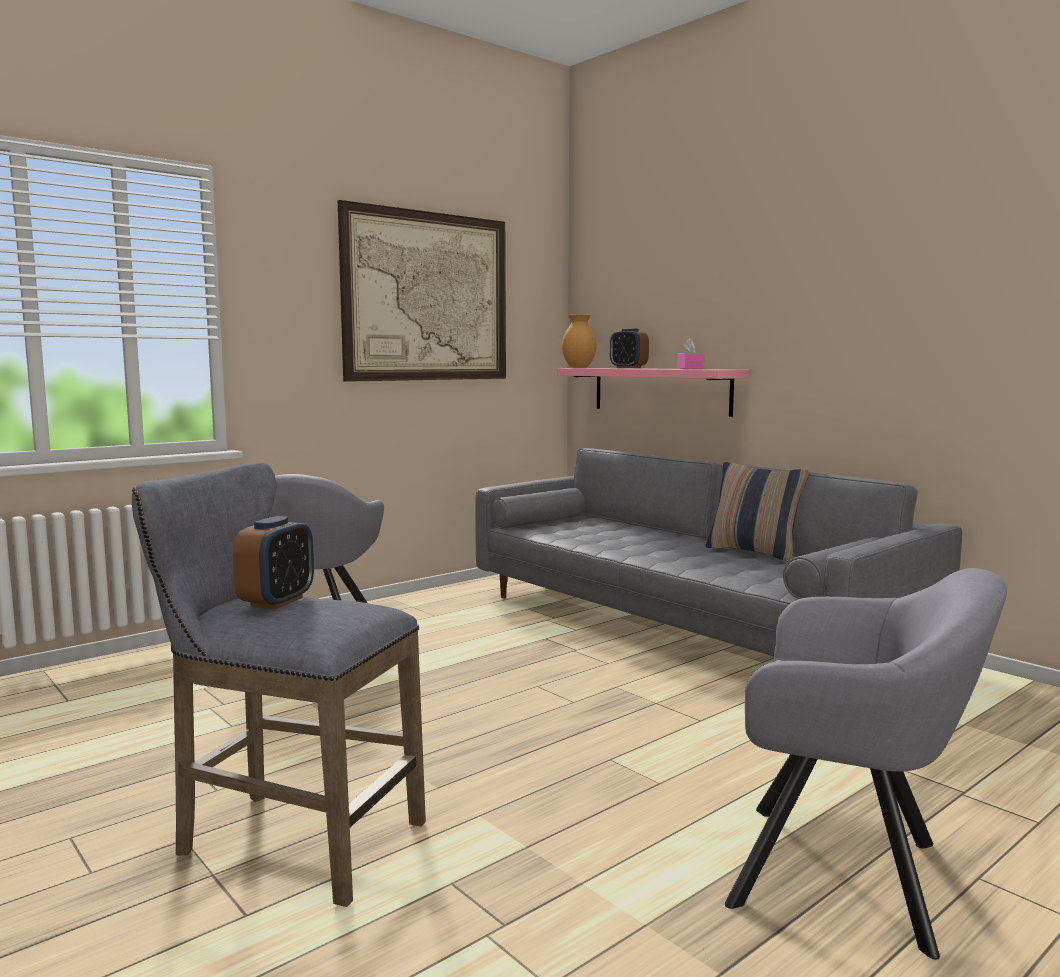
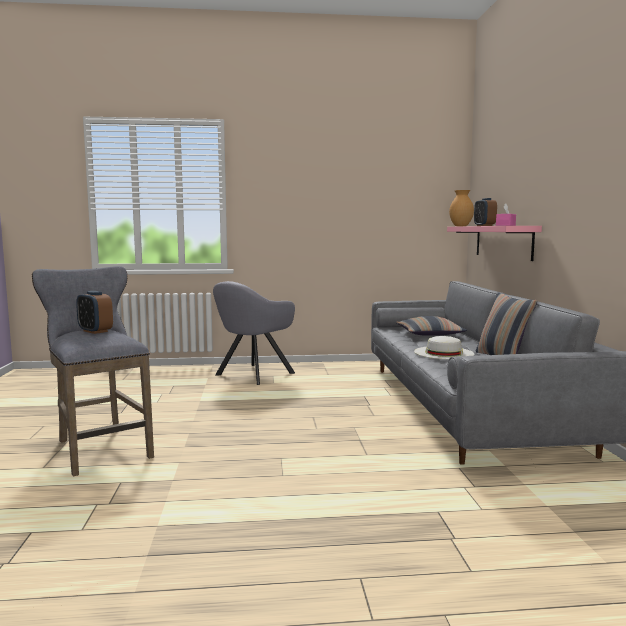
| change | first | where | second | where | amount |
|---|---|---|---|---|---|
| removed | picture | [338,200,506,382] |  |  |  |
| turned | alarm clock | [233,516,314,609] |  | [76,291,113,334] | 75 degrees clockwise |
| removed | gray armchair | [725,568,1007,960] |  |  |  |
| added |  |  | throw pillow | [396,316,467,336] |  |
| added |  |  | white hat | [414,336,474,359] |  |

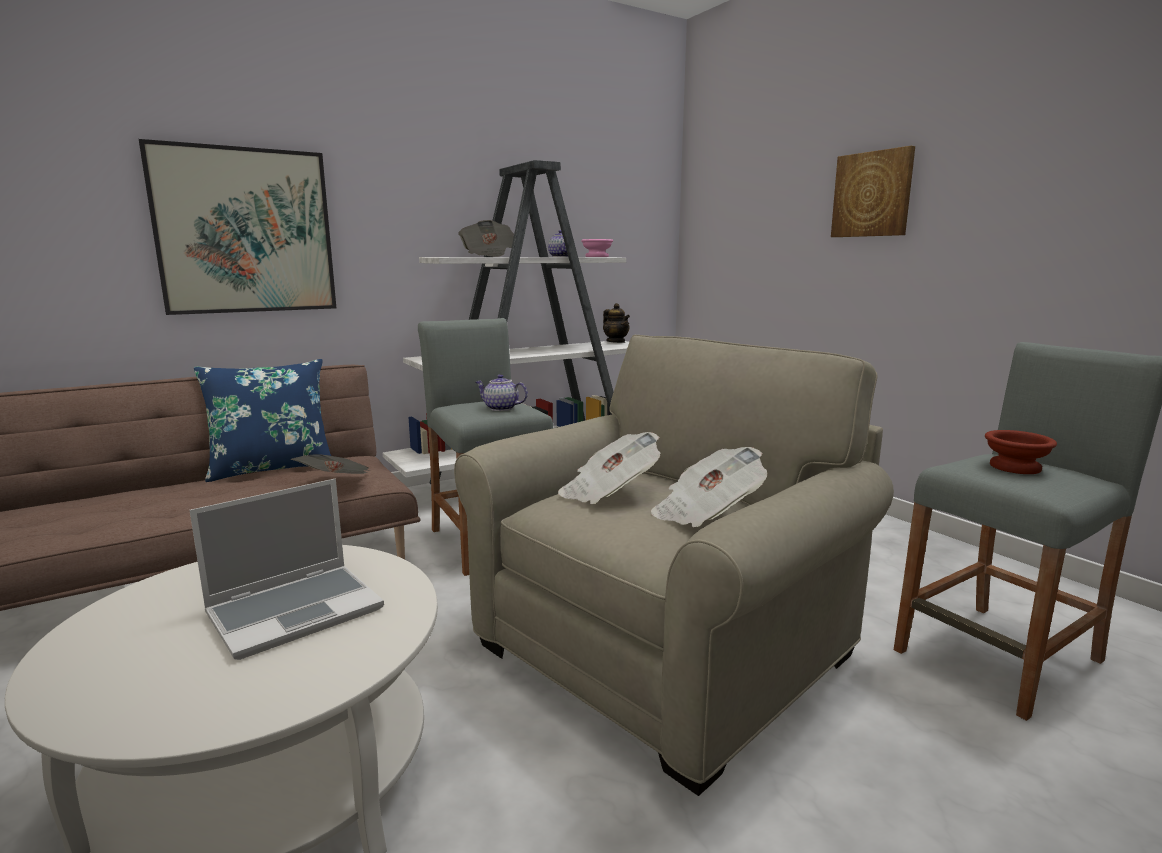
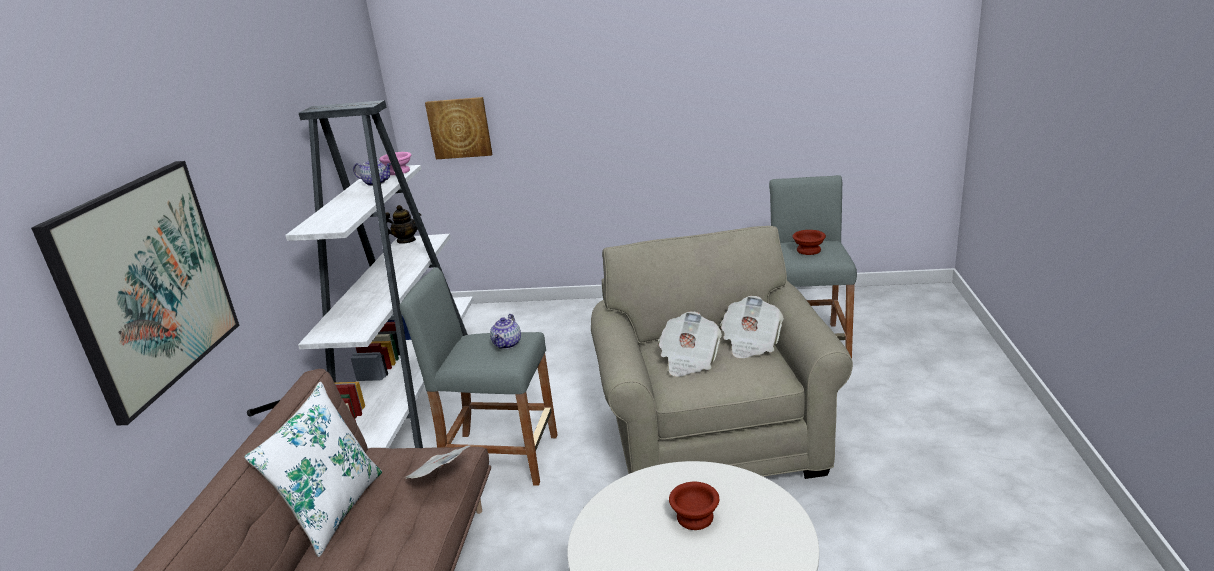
| change | first | where | second | where | amount |
|---|---|---|---|---|---|
| moved | picture | [831,146,915,237] |  | [425,97,492,159] |  |
| removed | printed paper | [458,220,514,257] |  |  |  |
| recoloured | blue-coloured throw pillow | [194,359,331,482] | white throw pillow | [244,382,382,557] |  |
| turned | pot for tea | [476,374,528,411] |  | [490,314,521,349] | 45 degrees counterclockwise |
| replaced | laptop | [189,479,384,660] | brown-coloured bowl | [669,482,719,530] |  |

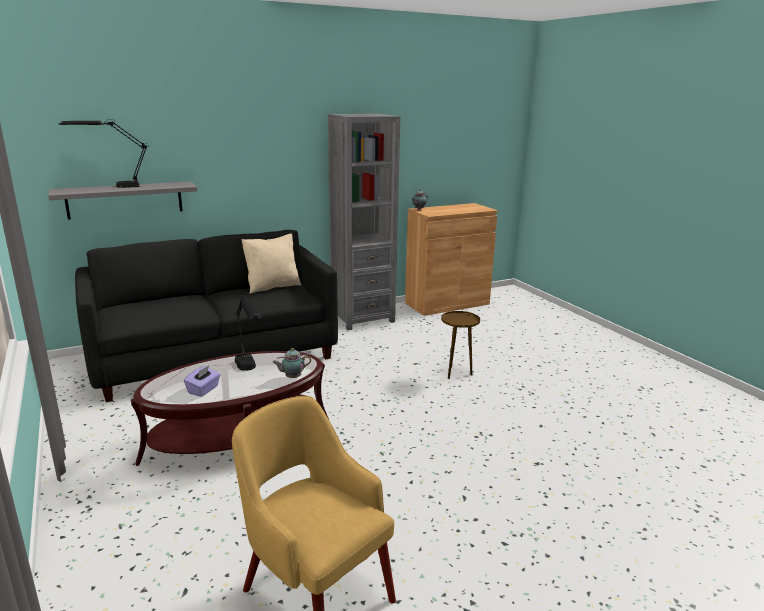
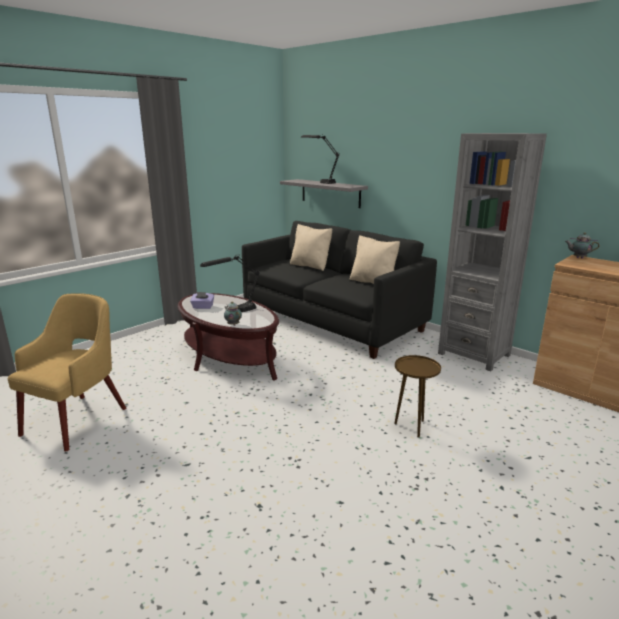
| change | first | where | second | where | amount |
|---|---|---|---|---|---|
| added |  |  | beige-coloured throw pillow | [290,224,332,271] |  |

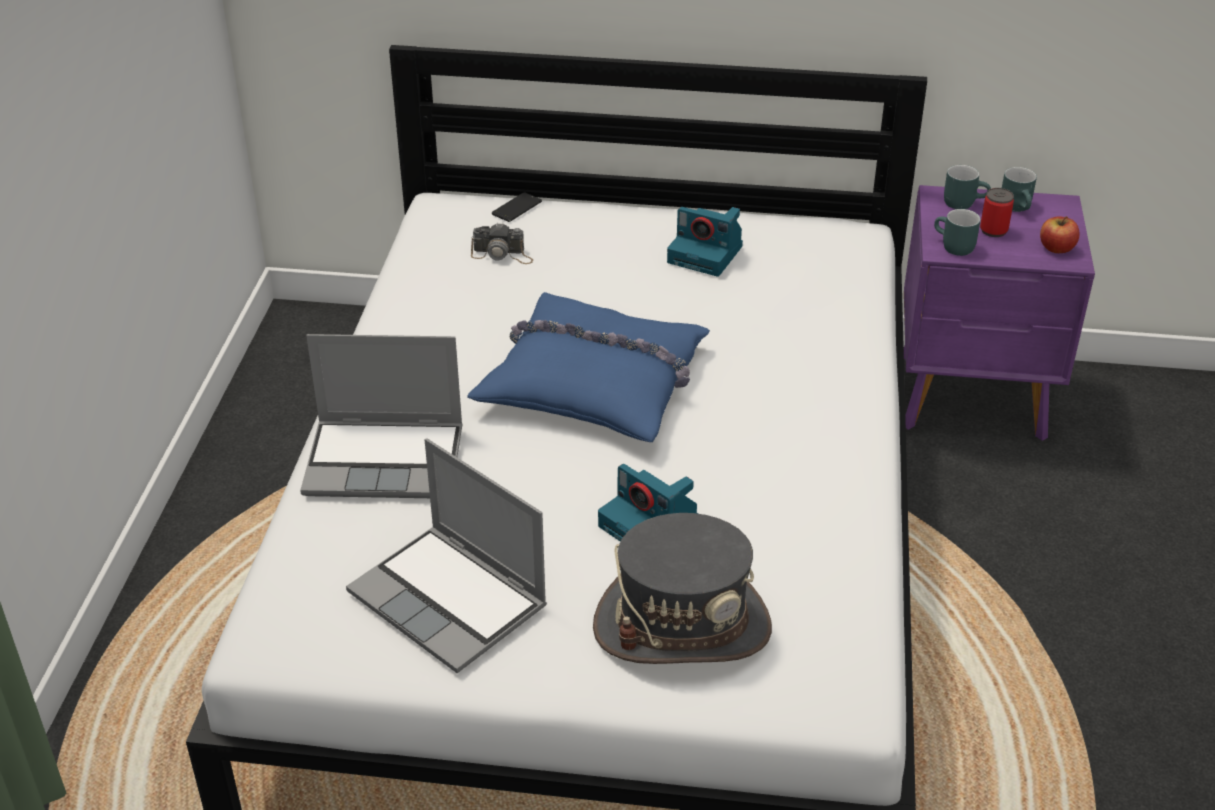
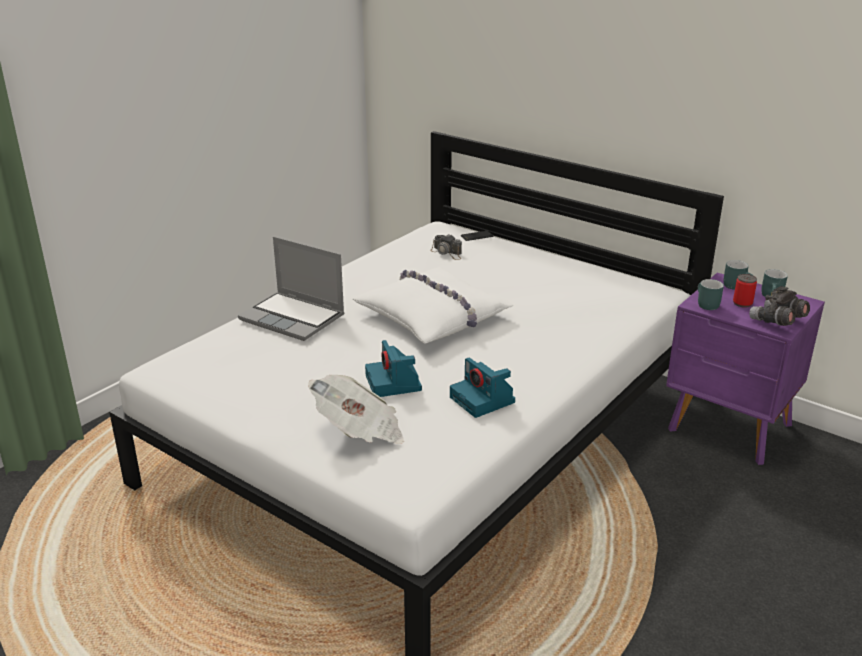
| change | first | where | second | where | amount |
|---|---|---|---|---|---|
| moved | photo camera | [667,207,743,277] |  | [450,357,515,418] |  |
| replaced | apple fruit | [1040,216,1080,253] | gray binoculars | [749,286,810,326] |  |
| recoloured | blue-coloured throw pillow | [467,292,710,442] | white throw pillow | [352,267,513,344] |  |
| removed | laptop | [346,438,547,673] |  |  |  |
| replaced | gray hat | [593,513,772,664] | printed paper | [308,375,404,444] |  |

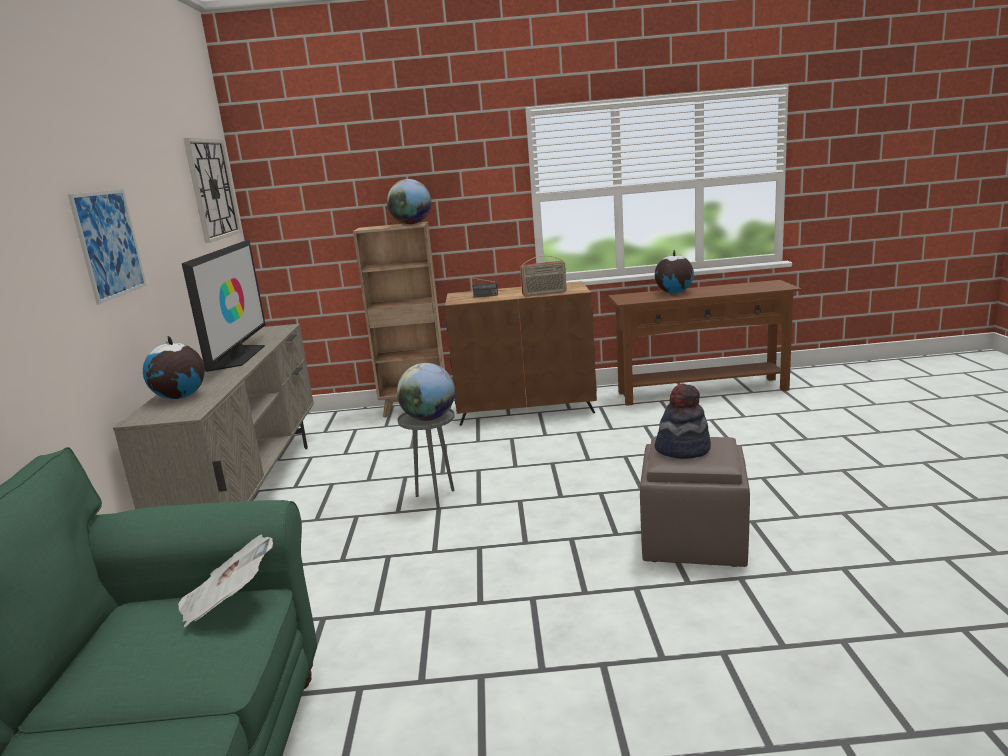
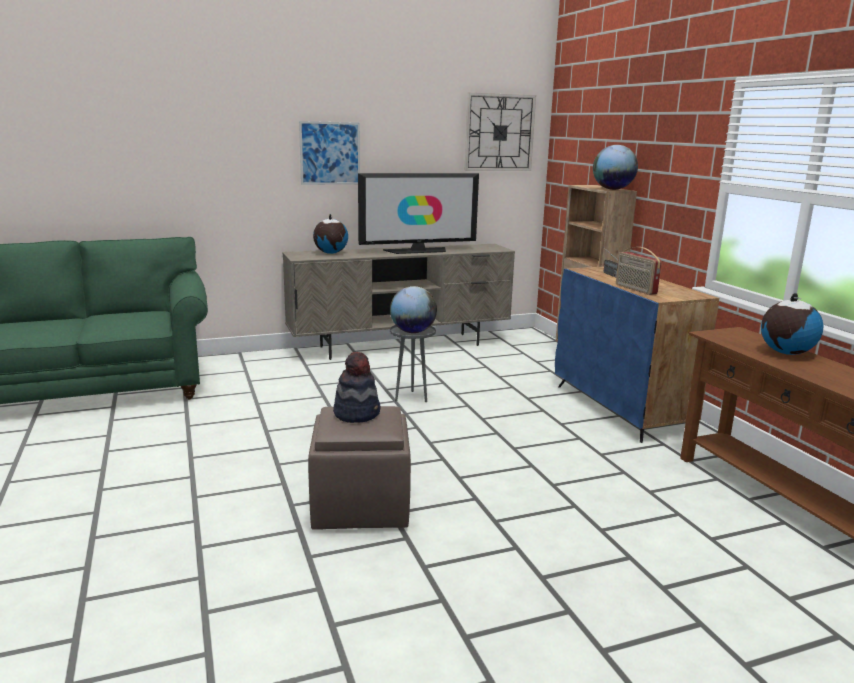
| change | first | where | second | where | amount |
|---|---|---|---|---|---|
| recoloured | brown-coloured cabinet | [445,281,597,426] | blue-coloured cabinet | [555,266,719,443] |  |
| removed | printed paper | [178,534,273,628] |  |  |  |

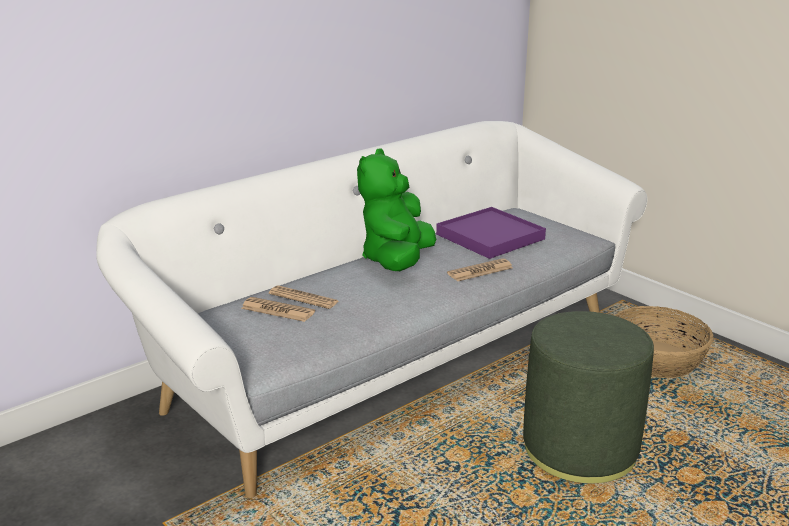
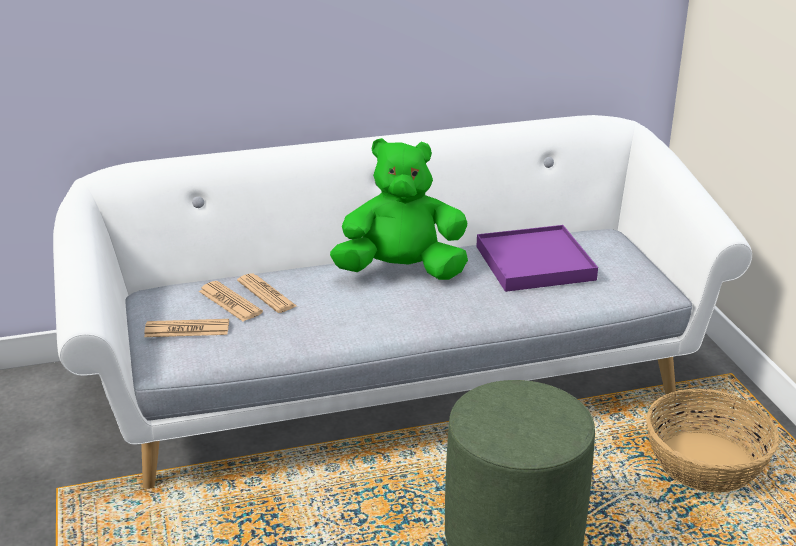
| change | first | where | second | where | amount |
|---|---|---|---|---|---|
| turned | greenish plush toy | [357,149,436,271] |  | [330,138,468,280] | 45 degrees clockwise |
| moved | printed paper | [447,258,513,281] |  | [144,319,229,337] |  |

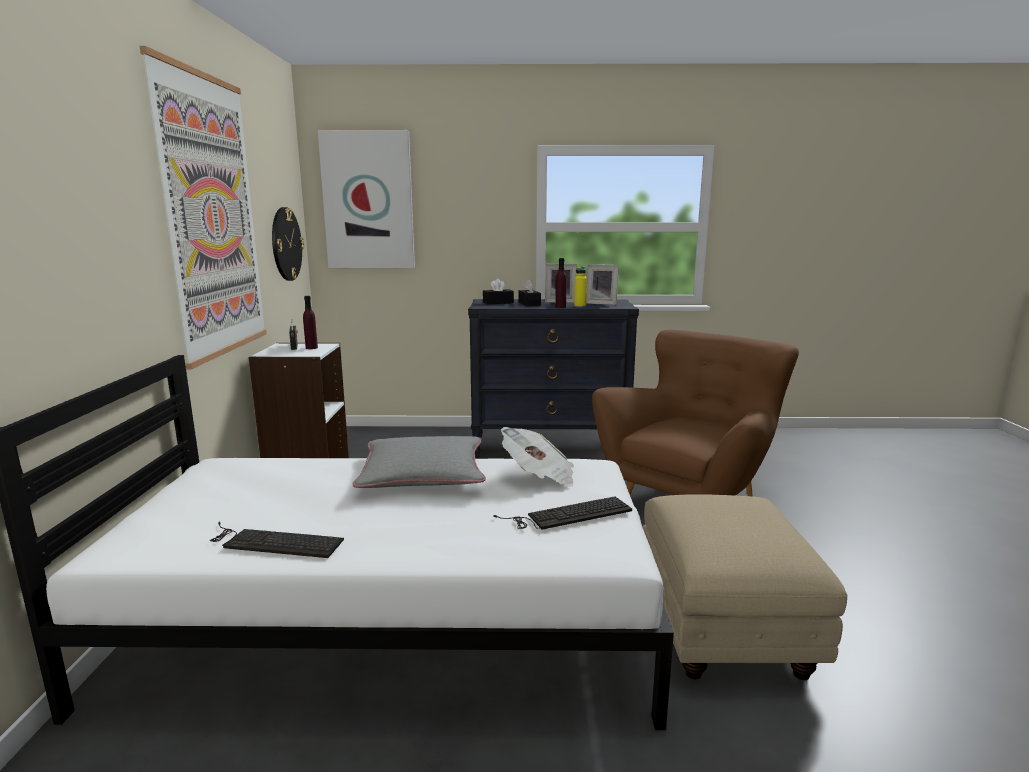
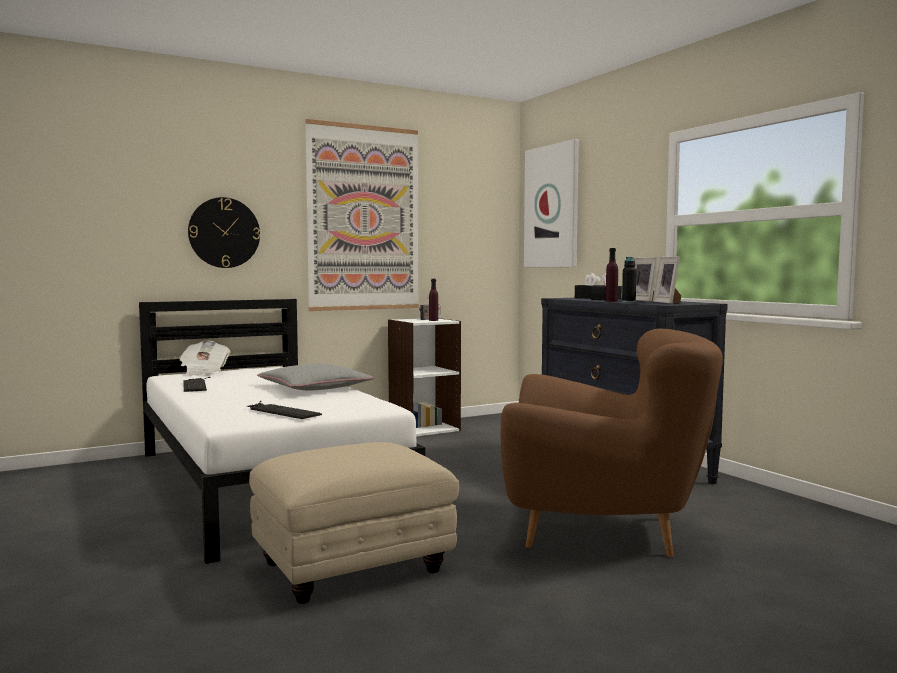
| change | first | where | second | where | amount |
|---|---|---|---|---|---|
| moved | wall clock | [272,207,304,281] |  | [188,197,260,268] |  |
| recoloured | yellow drink bottle | [574,266,587,308] | black-coloured drink bottle | [622,257,637,303] |  |
| moved | printed paper | [501,427,574,487] |  | [179,341,230,376] |  |

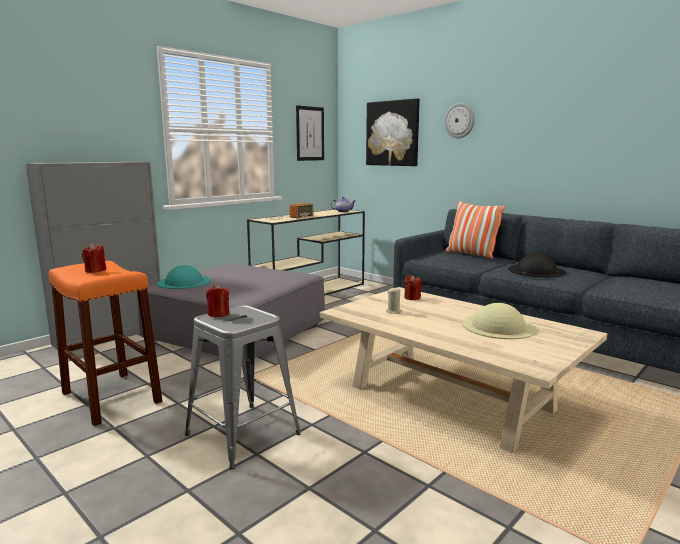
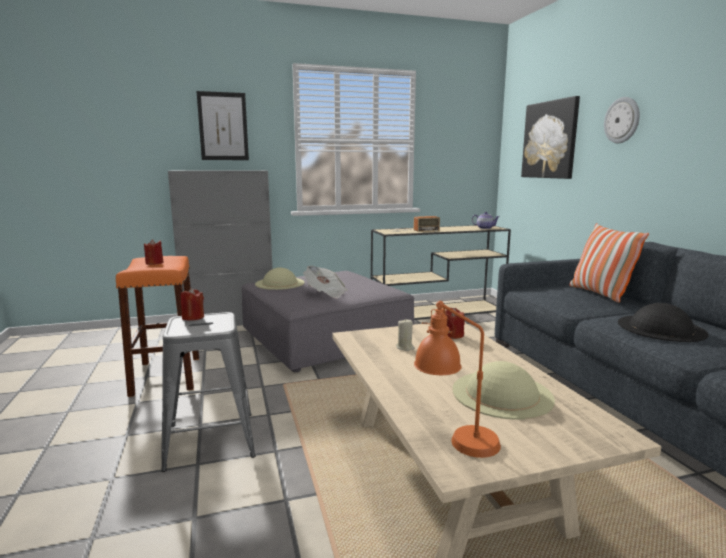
| change | first | where | second | where | amount |
|---|---|---|---|---|---|
| moved | picture | [296,105,324,161] |  | [197,91,249,160] |  |
| recoloured | blue-green hat | [157,265,211,289] | beige-coloured hat | [255,267,304,290] |  |
| added |  |  | printed paper | [303,266,347,298] |  |
| added |  |  | orangey lamp for a table | [414,301,501,458] |  |

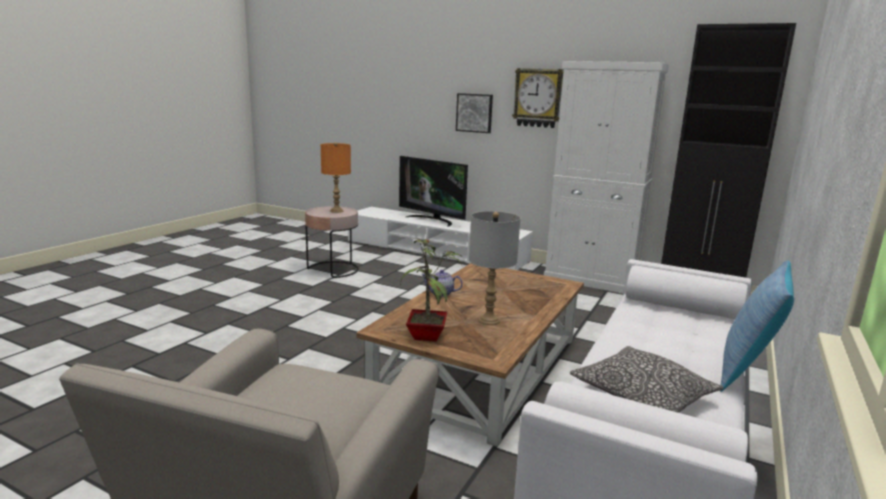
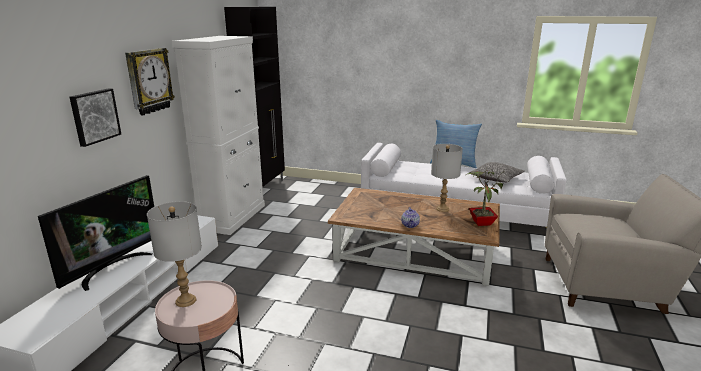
| change | first | where | second | where | amount |
|---|---|---|---|---|---|
| recoloured | orangey lamp for a table | [321,142,351,213] | gray lamp for a table | [147,201,202,307] |  |

